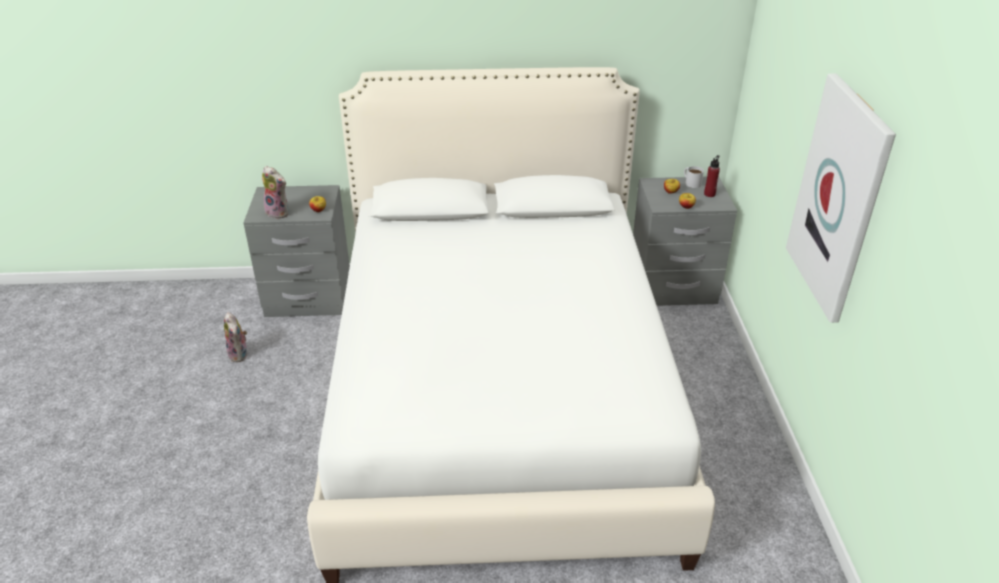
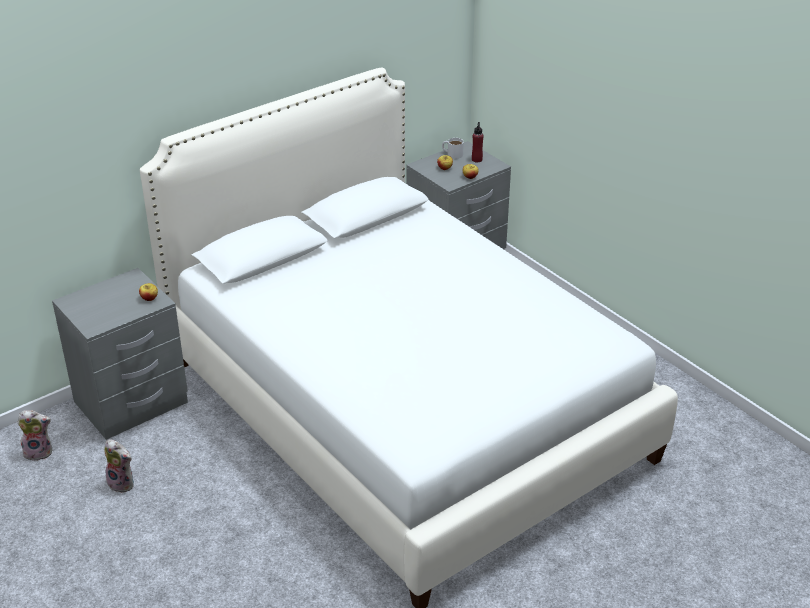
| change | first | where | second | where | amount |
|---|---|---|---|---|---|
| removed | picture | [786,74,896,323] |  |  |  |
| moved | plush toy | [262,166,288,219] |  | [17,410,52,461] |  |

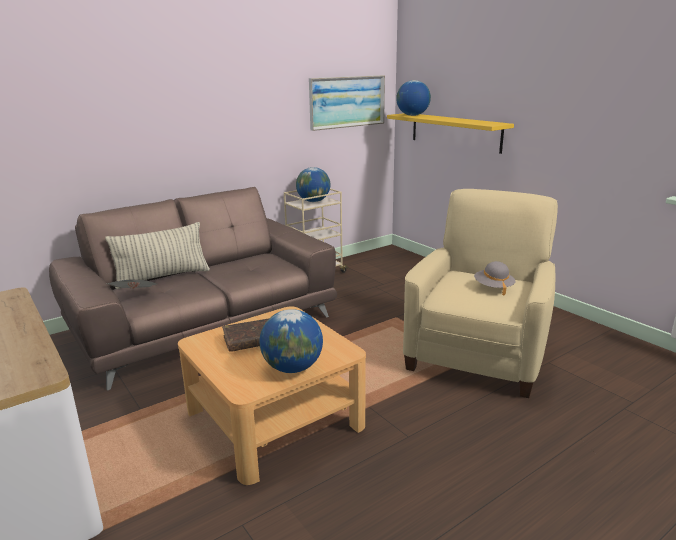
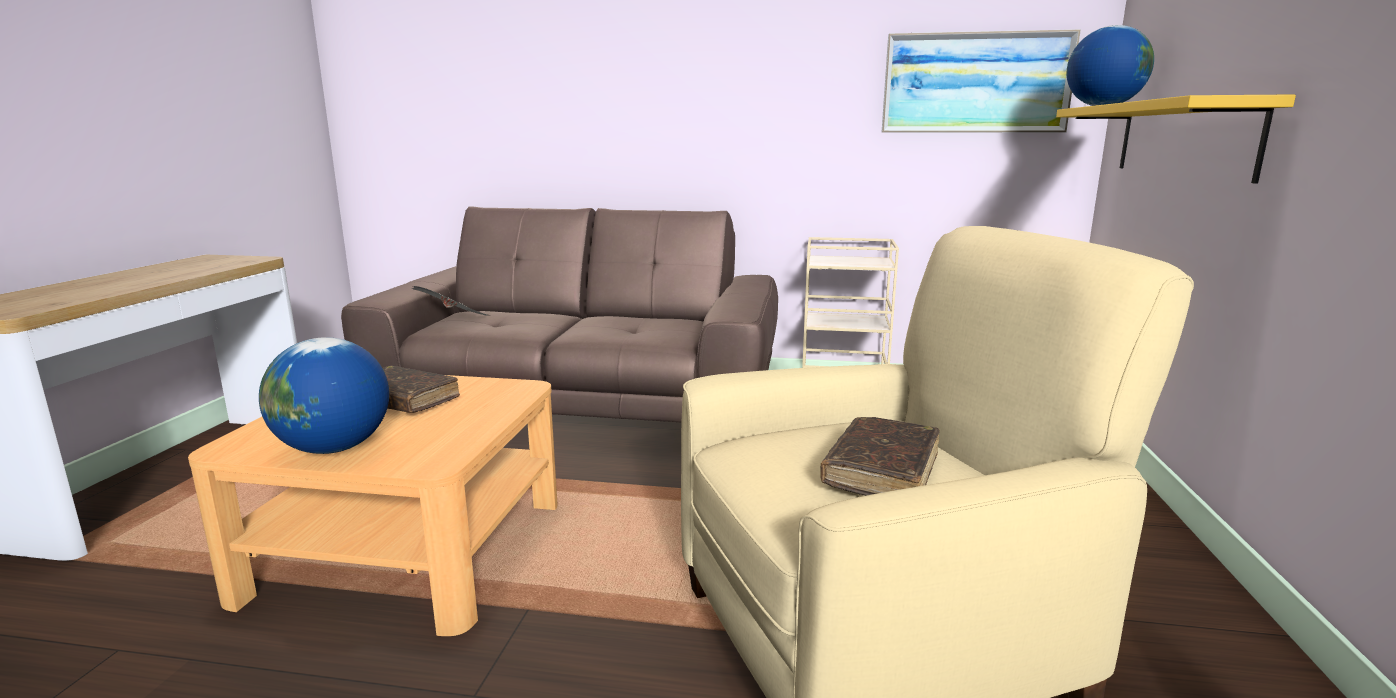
| change | first | where | second | where | amount |
|---|---|---|---|---|---|
| removed | desk globe | [296,167,330,202] |  |  |  |
| removed | throw pillow | [105,222,210,289] |  |  |  |
| replaced | gray hat | [474,261,516,296] | brown-coloured bound book | [820,417,940,496] |  |

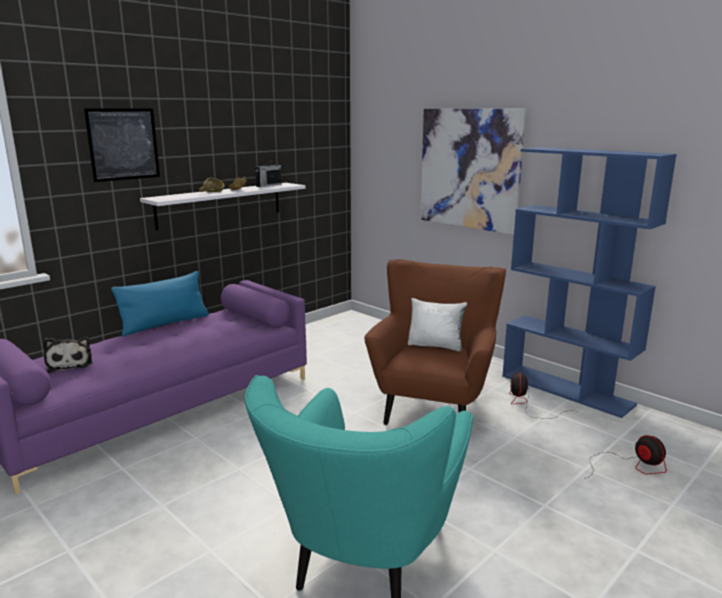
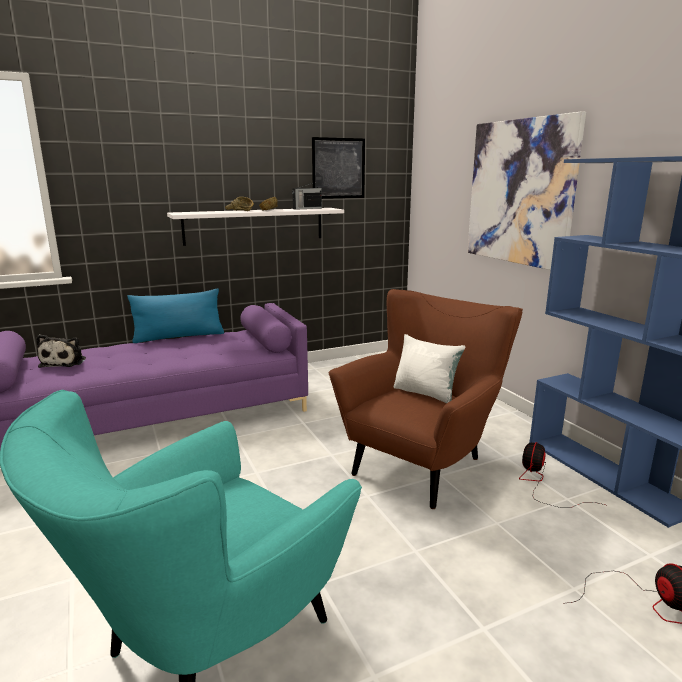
| change | first | where | second | where | amount |
|---|---|---|---|---|---|
| moved | picture | [84,108,160,182] |  | [312,137,365,199] |  |

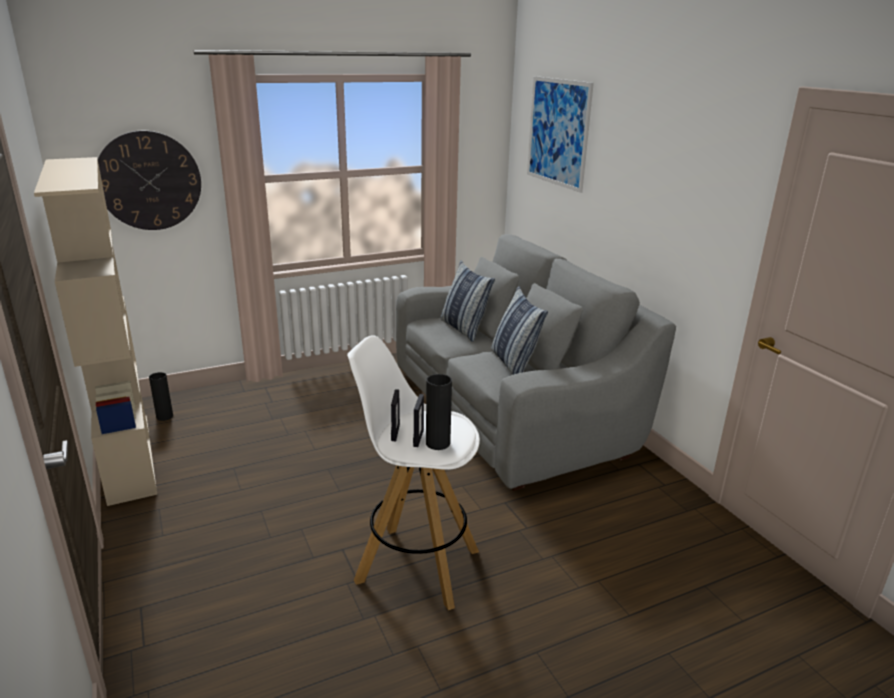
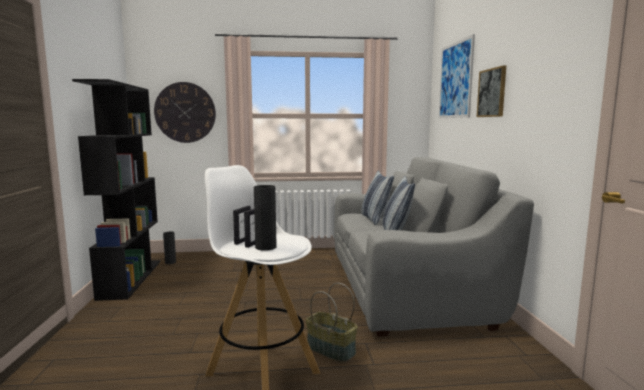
| change | first | where | second | where | amount |
|---|---|---|---|---|---|
| recoloured | beige-coloured shelving unit | [34,157,157,506] | black-coloured shelving unit | [72,79,160,301] |  |
| added |  |  | picture | [477,65,506,117] |  |
| added |  |  | storage basket | [306,283,358,362] |  |

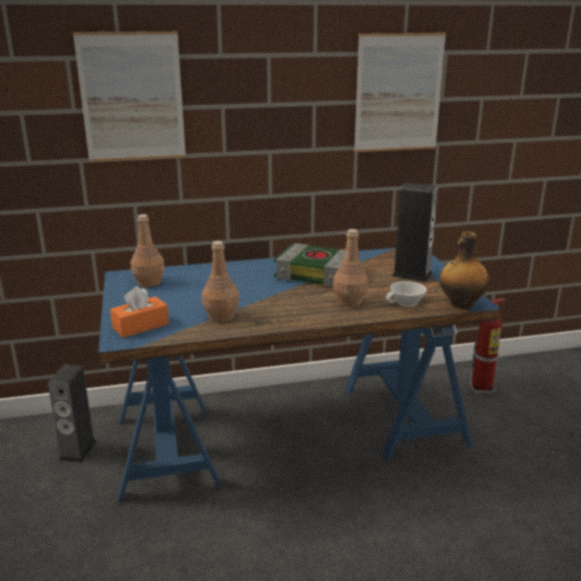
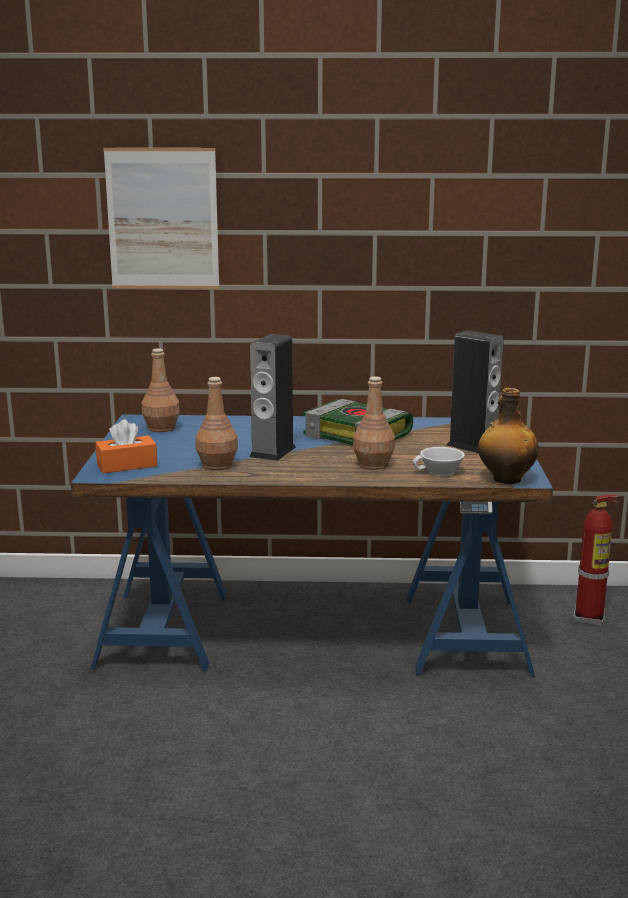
| change | first | where | second | where | amount |
|---|---|---|---|---|---|
| removed | picture | [354,33,446,152] |  |  |  |
| moved | audio speaker | [48,364,96,463] |  | [249,334,296,461] |  |

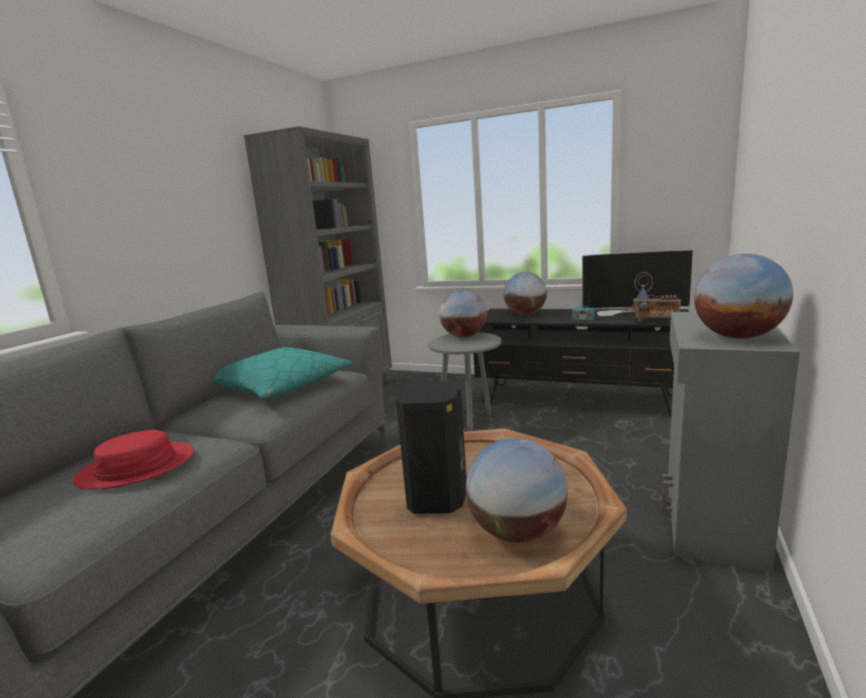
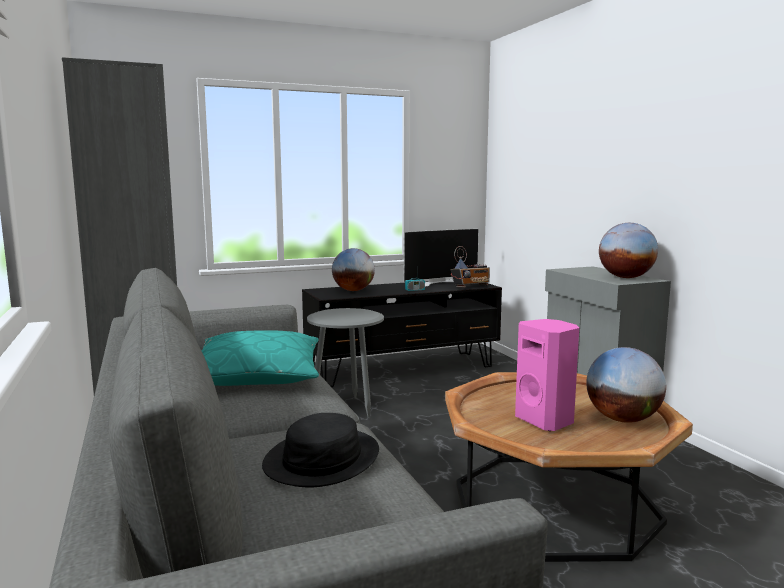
| change | first | where | second | where | amount |
|---|---|---|---|---|---|
| removed | desk globe | [439,290,487,337] |  |  |  |
| recoloured | black-coloured audio speaker | [396,380,467,514] | pinkish audio speaker | [515,319,579,431] |  |
| recoloured | red-coloured hat | [73,430,194,490] | black-coloured hat | [262,413,379,487] |  |

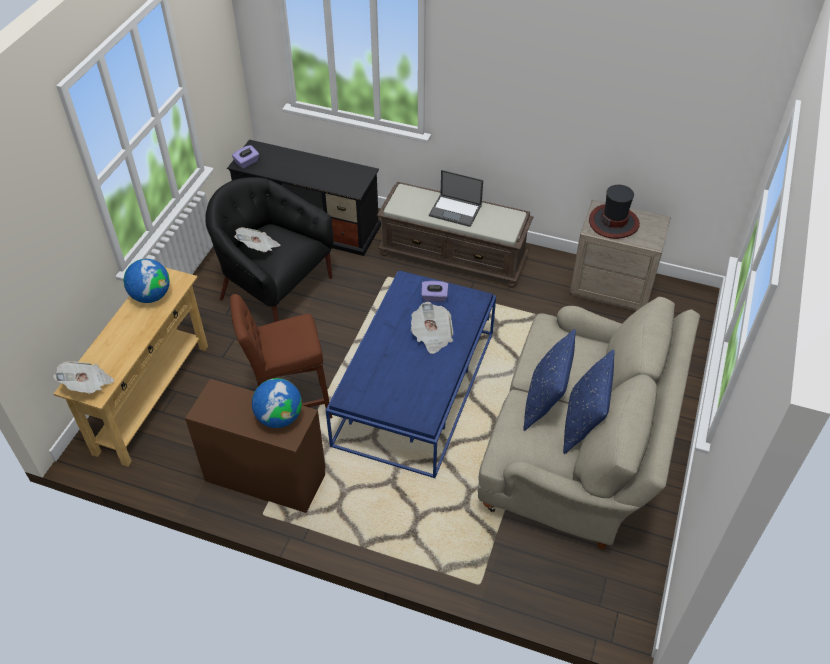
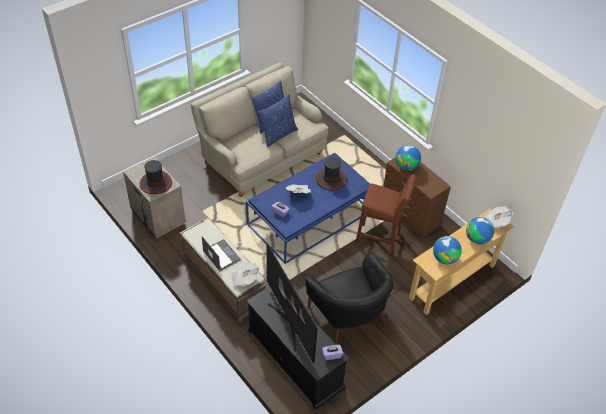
| change | first | where | second | where | amount |
|---|---|---|---|---|---|
| moved | printed paper | [234,227,281,252] |  | [230,263,260,287] |  |
| added |  |  | hat | [316,157,347,191] |  |
| added |  |  | desk globe | [466,217,494,244] |  |
| added |  |  | TV set | [266,243,318,363] |  |

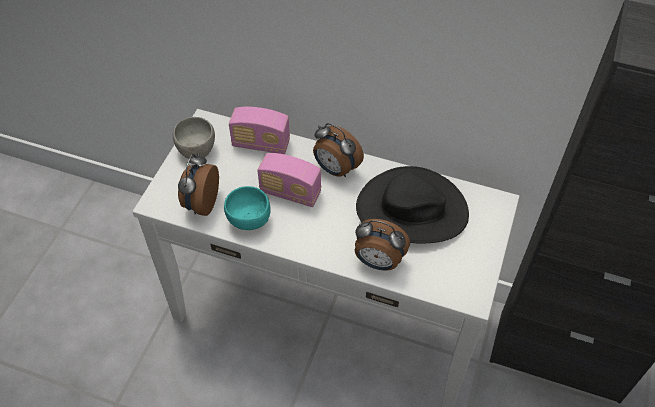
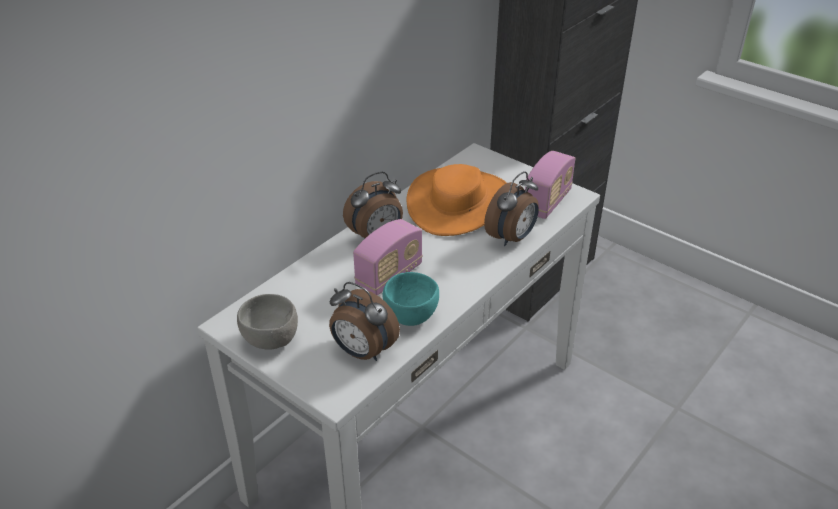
| change | first | where | second | where | amount |
|---|---|---|---|---|---|
| moved | radio set | [229,107,290,154] |  | [525,151,575,219] |  |
| recoloured | black-coloured hat | [356,166,469,244] | orangey hat | [407,164,507,236] |  |

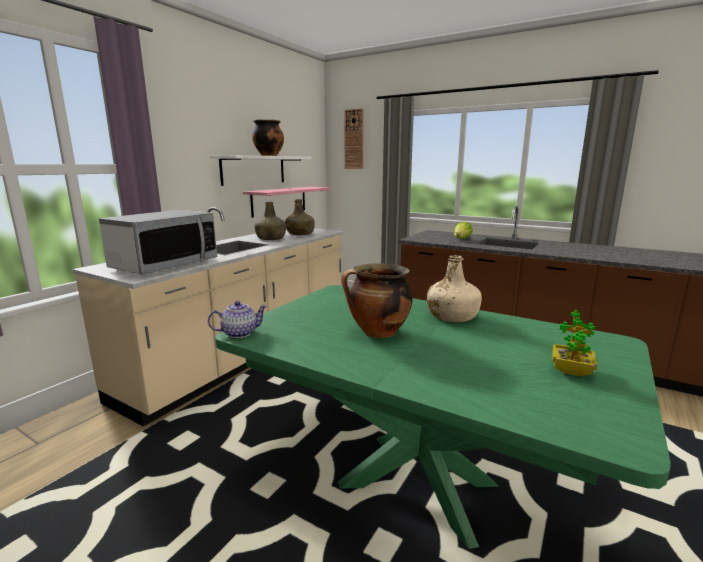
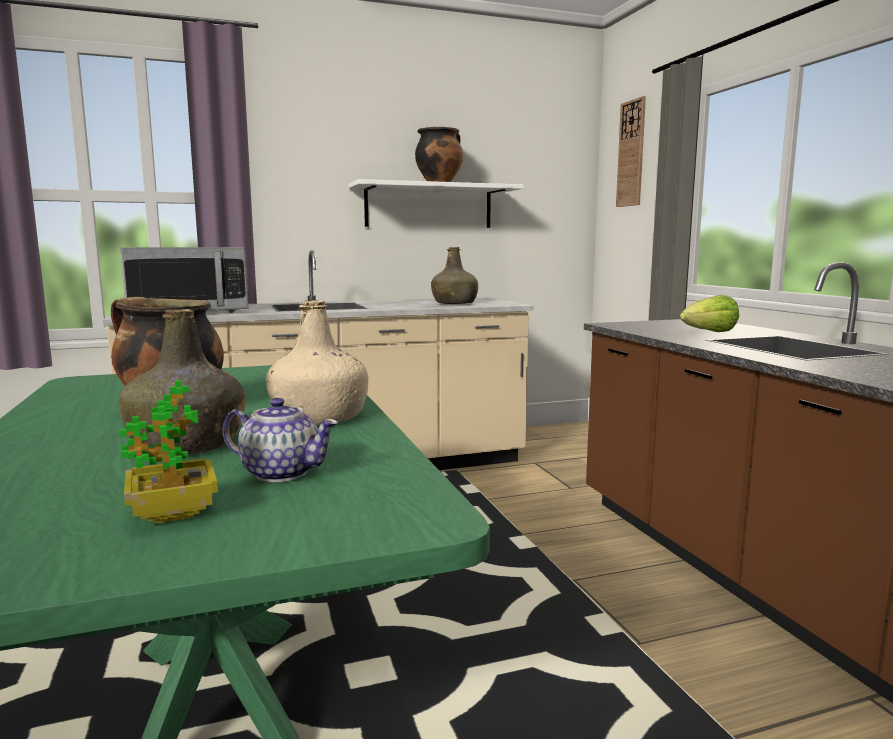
| change | first | where | second | where | amount |
|---|---|---|---|---|---|
| removed | pinkish wall shelf | [243,187,331,218] |  |  |  |
| moved | greenish drink bottle | [254,202,286,240] |  | [119,309,246,454] |  |
| moved | pot for tea | [208,301,267,338] |  | [222,398,338,482] |  |

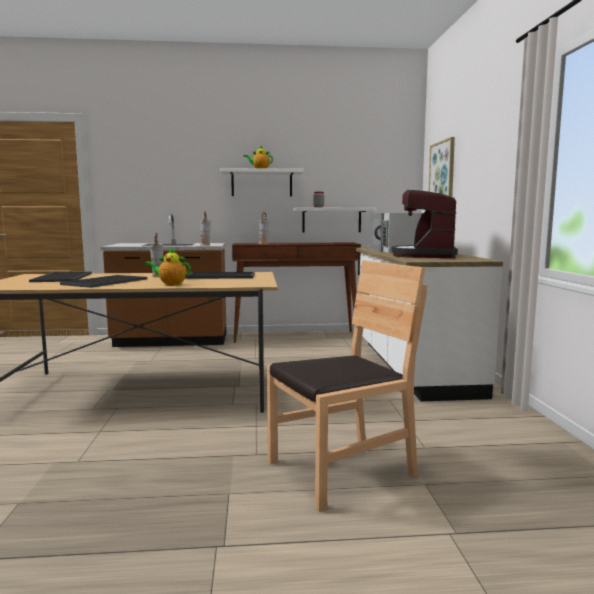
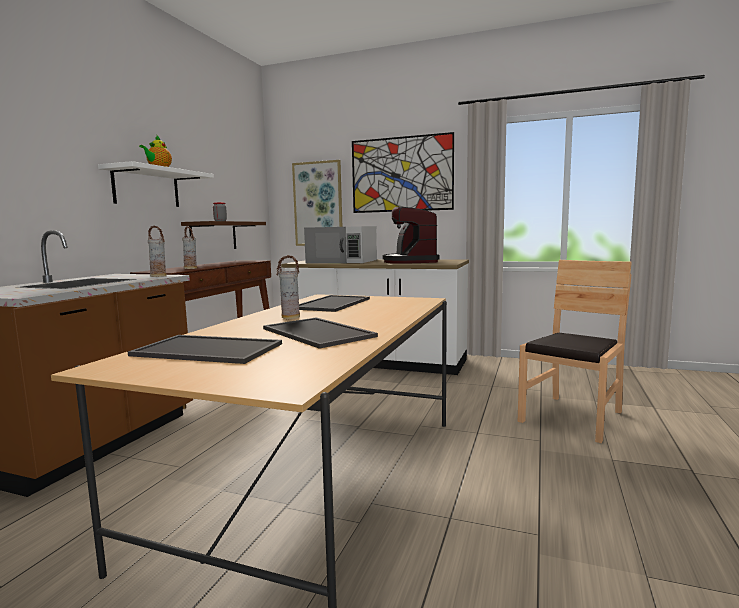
| change | first | where | second | where | amount |
|---|---|---|---|---|---|
| turned | coffee machine | [392,190,458,258] |  | [383,207,440,264] | 45 degrees clockwise |
| recoloured | white wall shelf | [294,208,377,232] | brown-coloured wall shelf | [181,221,266,249] |  |
| removed | pot for tea | [145,247,191,286] |  |  |  |
| turned | brown-coloured plain chair | [267,260,427,512] |  | [518,260,632,443] | 45 degrees clockwise |
| added |  |  | picture | [352,132,454,213] |  |

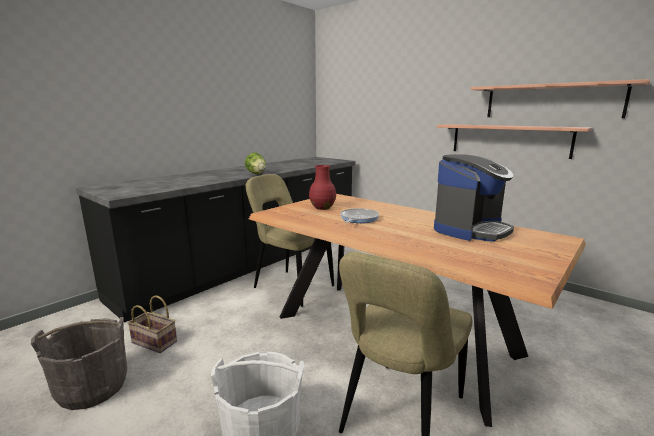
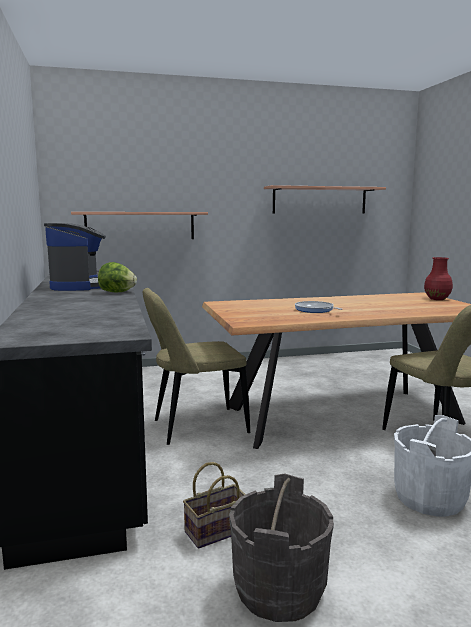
| change | first | where | second | where | amount |
|---|---|---|---|---|---|
| moved | wall shelf | [436,124,592,159] |  | [71,212,208,239] |  |
| moved | coffee machine | [434,154,514,242] |  | [44,223,106,291] |  |
| moved | red-coloured flower vase | [309,165,336,210] |  | [424,257,453,300] |  |

